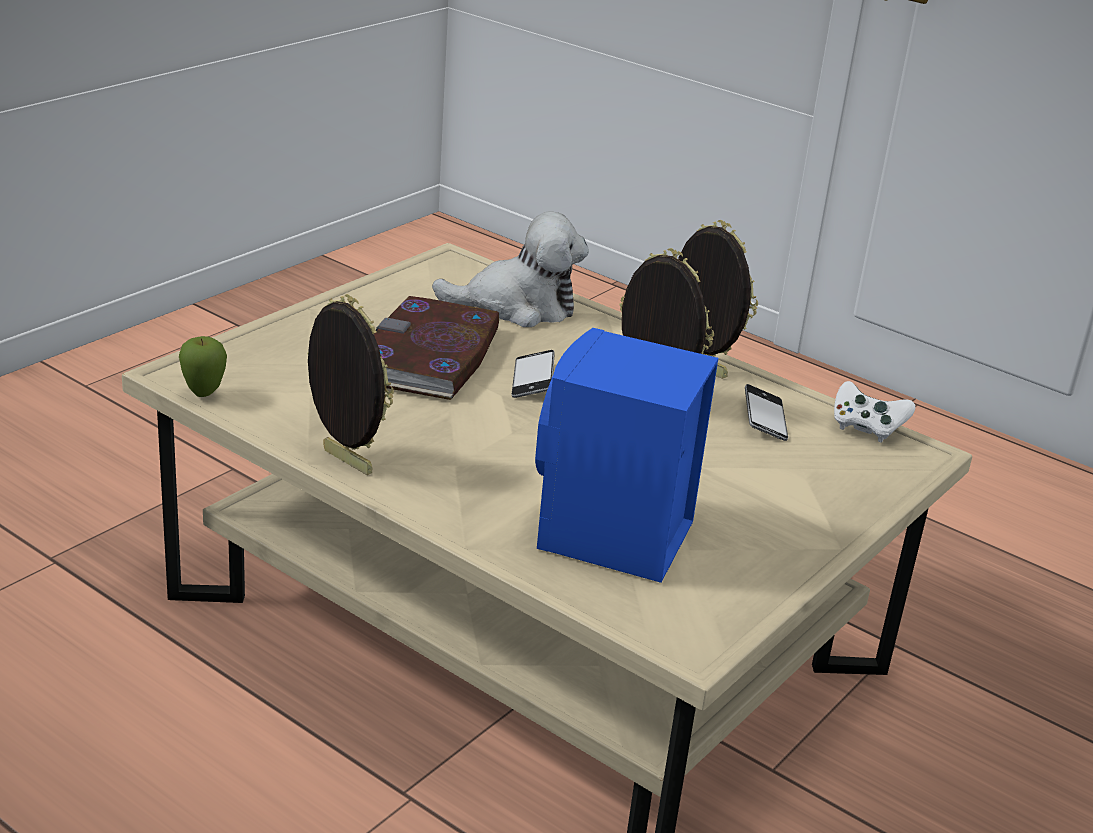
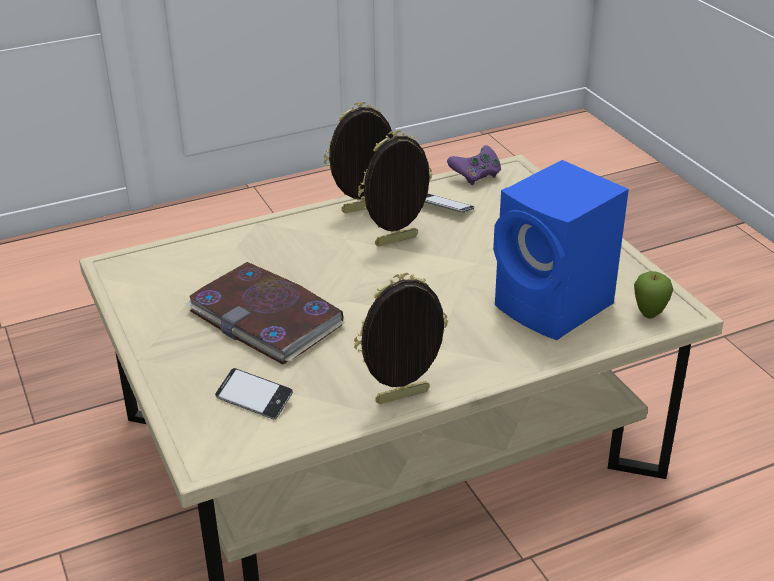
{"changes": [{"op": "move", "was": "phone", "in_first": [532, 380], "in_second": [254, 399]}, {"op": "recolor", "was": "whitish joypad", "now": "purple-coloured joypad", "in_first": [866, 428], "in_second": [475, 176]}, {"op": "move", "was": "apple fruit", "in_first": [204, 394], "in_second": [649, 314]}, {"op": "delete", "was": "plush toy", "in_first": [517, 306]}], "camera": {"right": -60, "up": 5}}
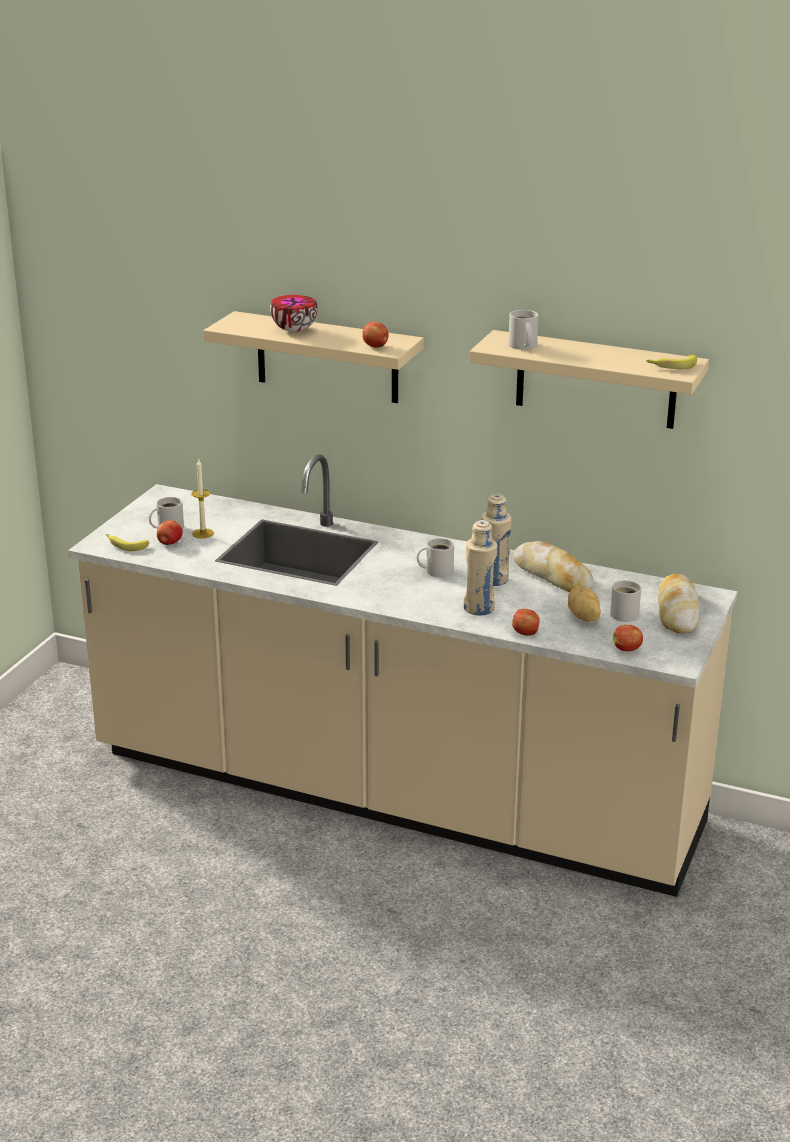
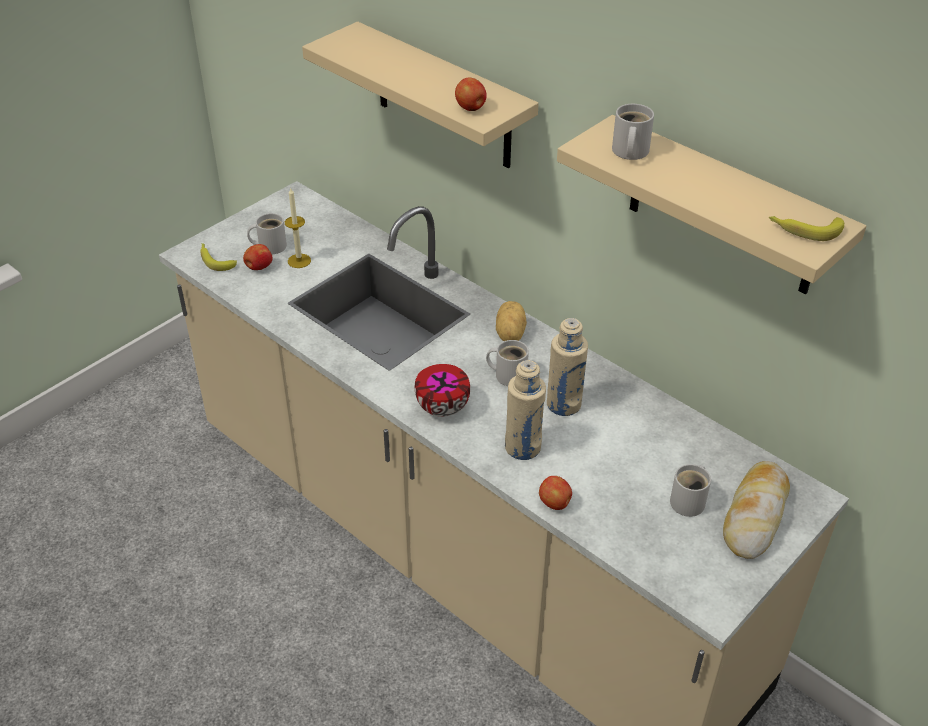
{"changes": [{"op": "move", "was": "serving bowl", "in_first": [294, 329], "in_second": [443, 406]}, {"op": "move", "was": "whole potato", "in_first": [583, 617], "in_second": [509, 334]}, {"op": "delete", "was": "bakery bread", "in_first": [552, 576]}, {"op": "delete", "was": "apple fruit", "in_first": [627, 649]}], "camera": {"right": 20, "up": 15}}
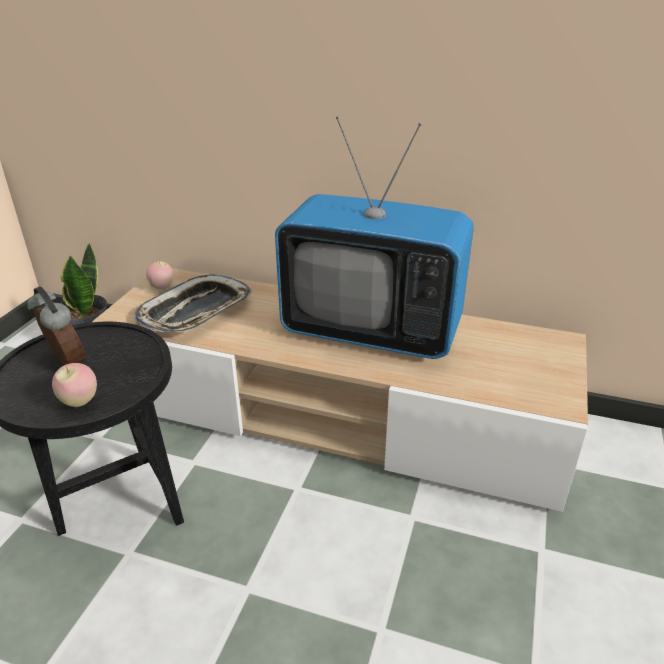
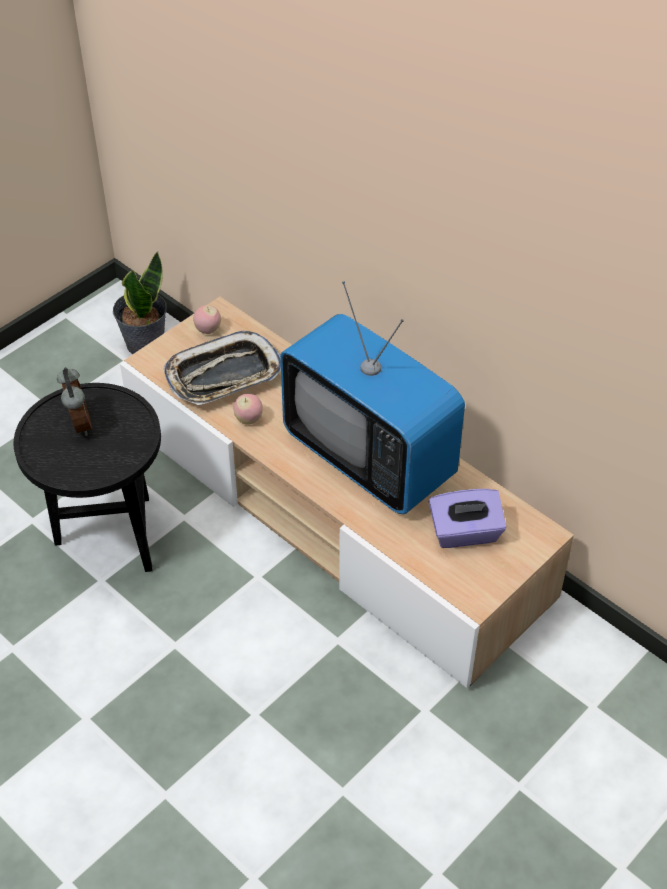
{"changes": [{"op": "move", "was": "apple fruit", "in_first": [80, 401], "in_second": [248, 419]}, {"op": "insert", "now": "purple-coloured tissue box", "in_second": [465, 533]}], "camera": {"right": 25, "up": 15}}
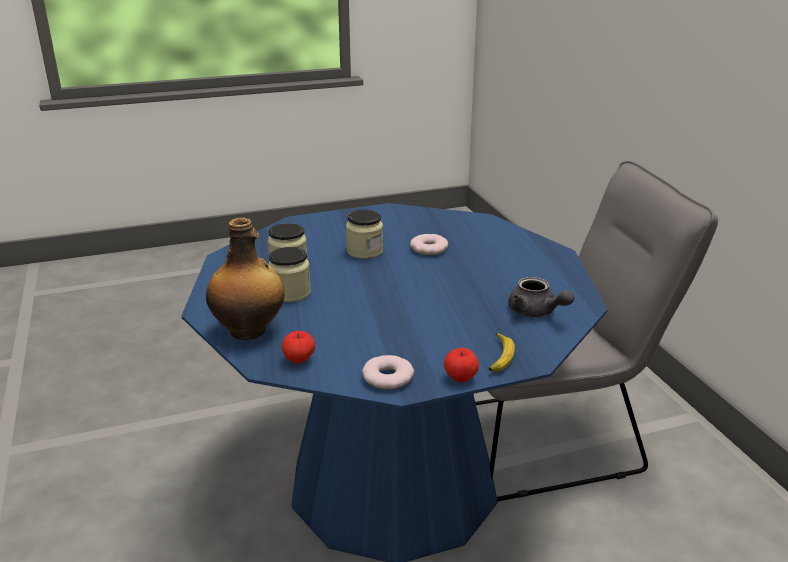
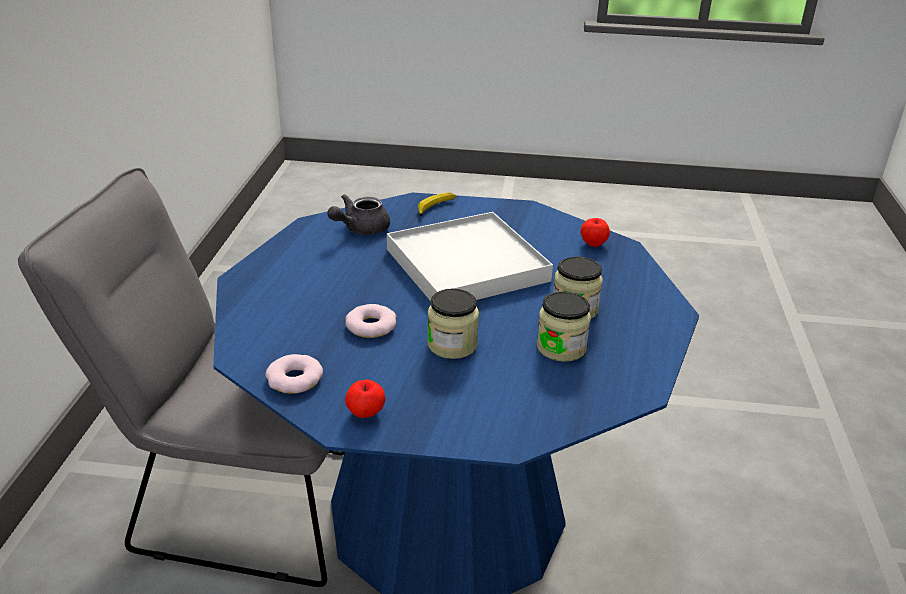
{"changes": [{"op": "move", "was": "doughnut", "in_first": [387, 377], "in_second": [295, 379]}, {"op": "rotate", "was": "grey pot for tea", "in_first": [536, 312], "in_second": [360, 229], "clockwise": -120}, {"op": "move", "was": "apple fruit", "in_first": [460, 378], "in_second": [365, 413]}, {"op": "insert", "now": "whitish serving tray", "in_second": [467, 265]}, {"op": "delete", "was": "bottle", "in_first": [249, 331]}], "camera": {"right": -155, "up": 5}}
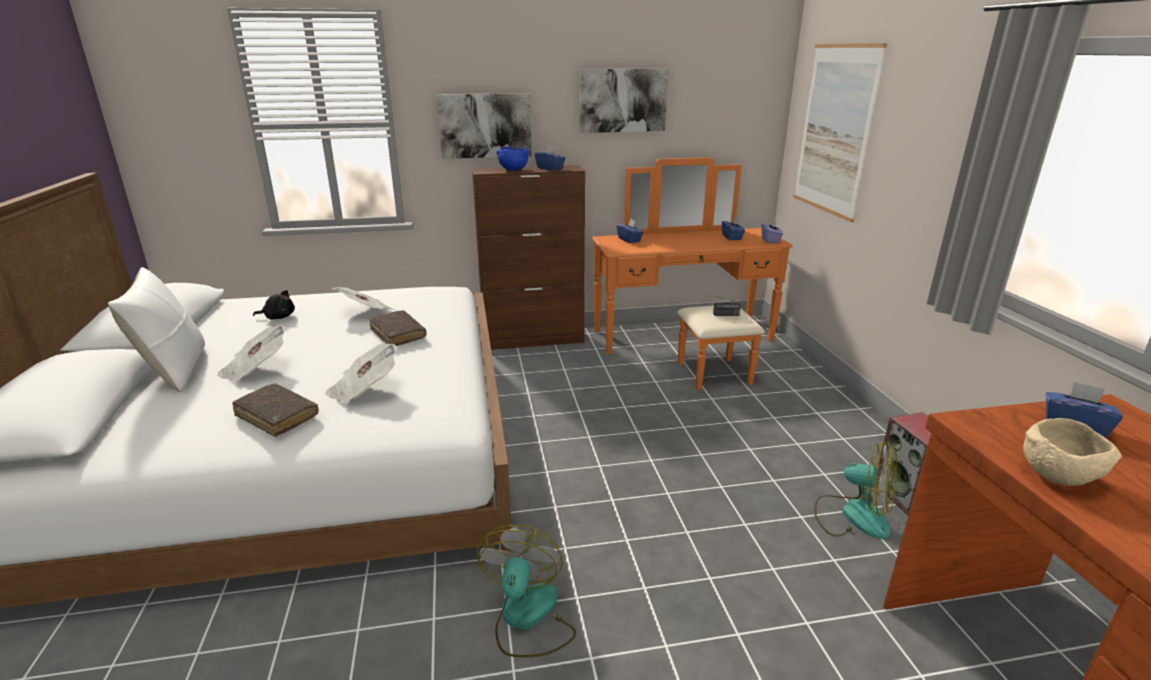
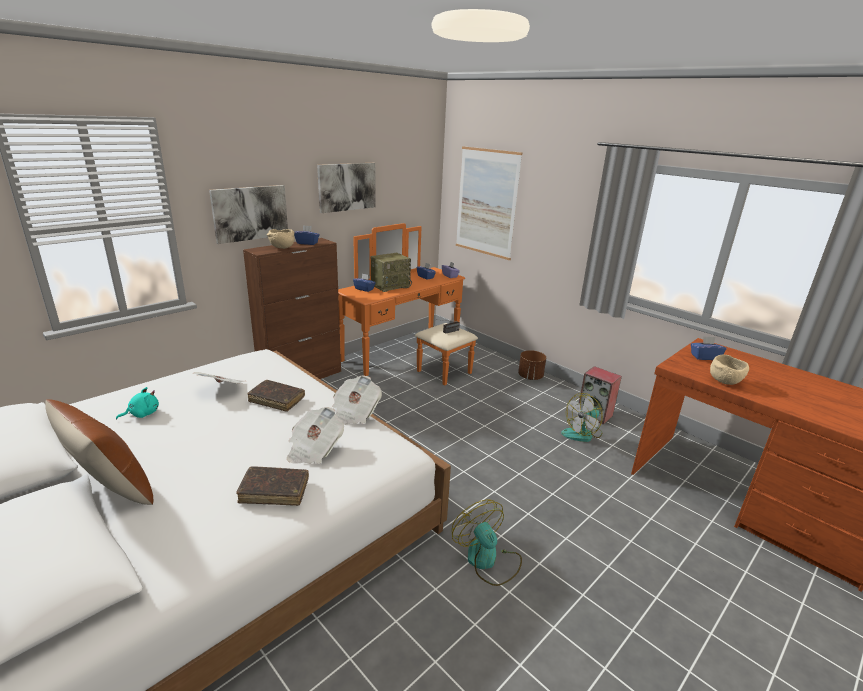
{"changes": [{"op": "recolor", "was": "whitish pillow", "now": "brownish pillow", "in_first": [175, 371], "in_second": [112, 490]}, {"op": "recolor", "was": "black-coloured plush toy", "now": "turquoise plush toy", "in_first": [278, 317], "in_second": [142, 414]}, {"op": "recolor", "was": "bluish serving bowl", "now": "beige-coloured serving bowl", "in_first": [513, 170], "in_second": [282, 248]}, {"op": "move", "was": "printed paper", "in_first": [255, 370], "in_second": [355, 413]}, {"op": "insert", "now": "radio", "in_second": [390, 286]}, {"op": "insert", "now": "brownish planter", "in_second": [530, 377]}, {"op": "rotate", "was": "cooling fan", "in_first": [853, 515], "in_second": [582, 433], "clockwise": 150}], "camera": {"right": -35, "up": 0}}
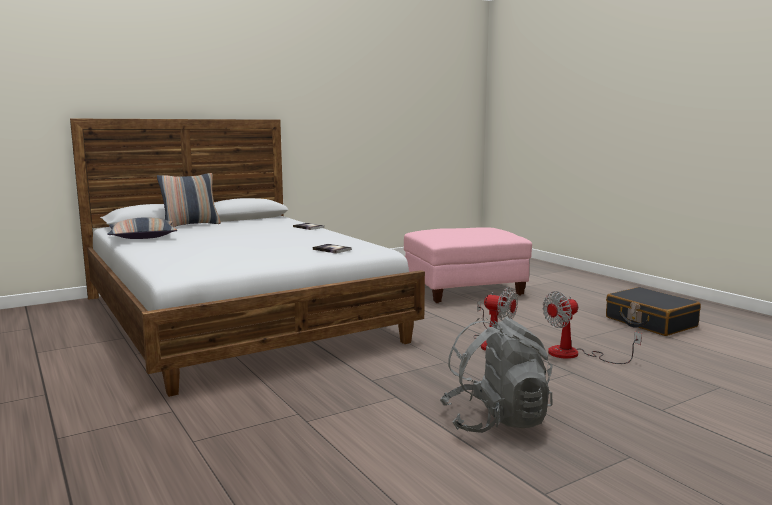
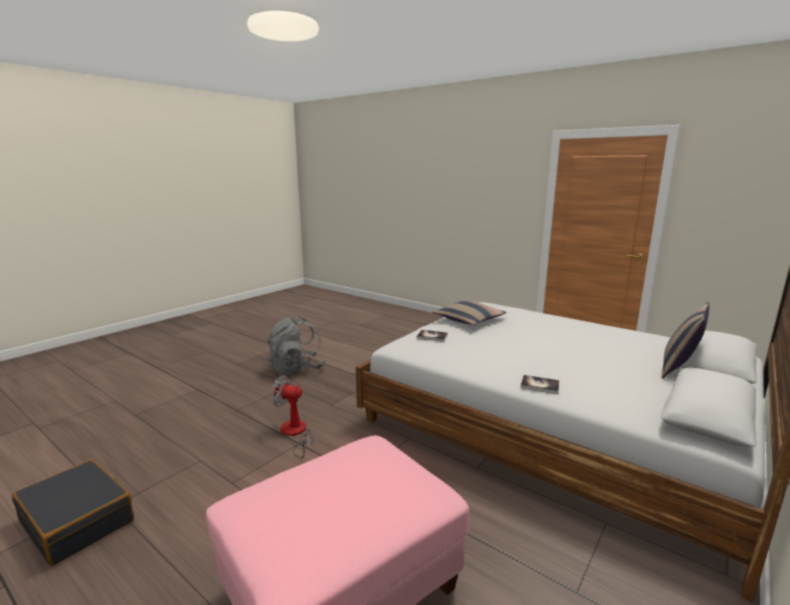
{"changes": [{"op": "move", "was": "pillow", "in_first": [142, 237], "in_second": [469, 320]}, {"op": "delete", "was": "cooling fan", "in_first": [575, 354]}], "camera": {"right": 160, "up": 5}}
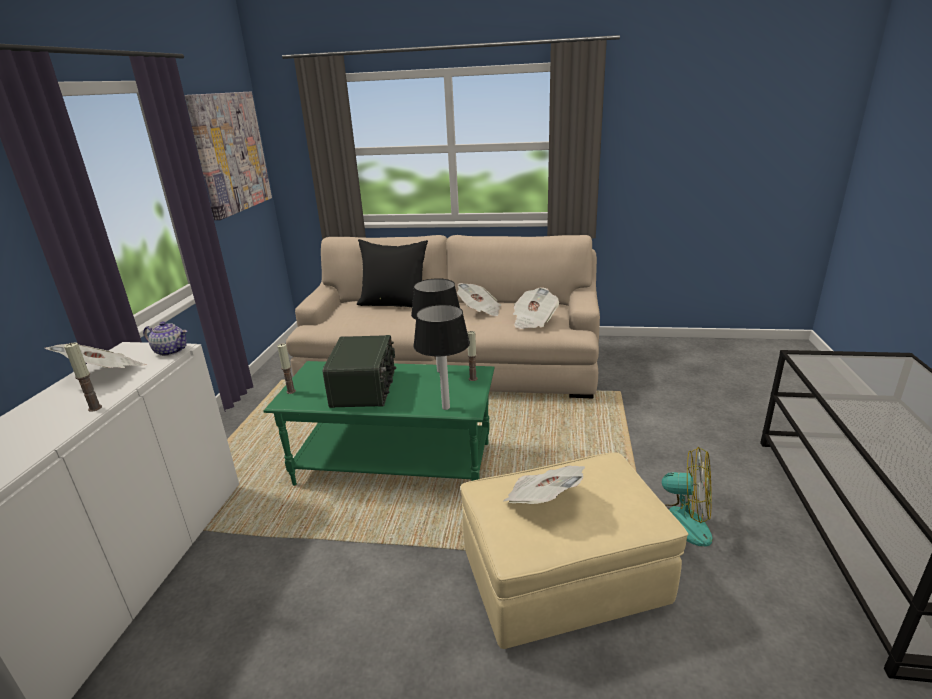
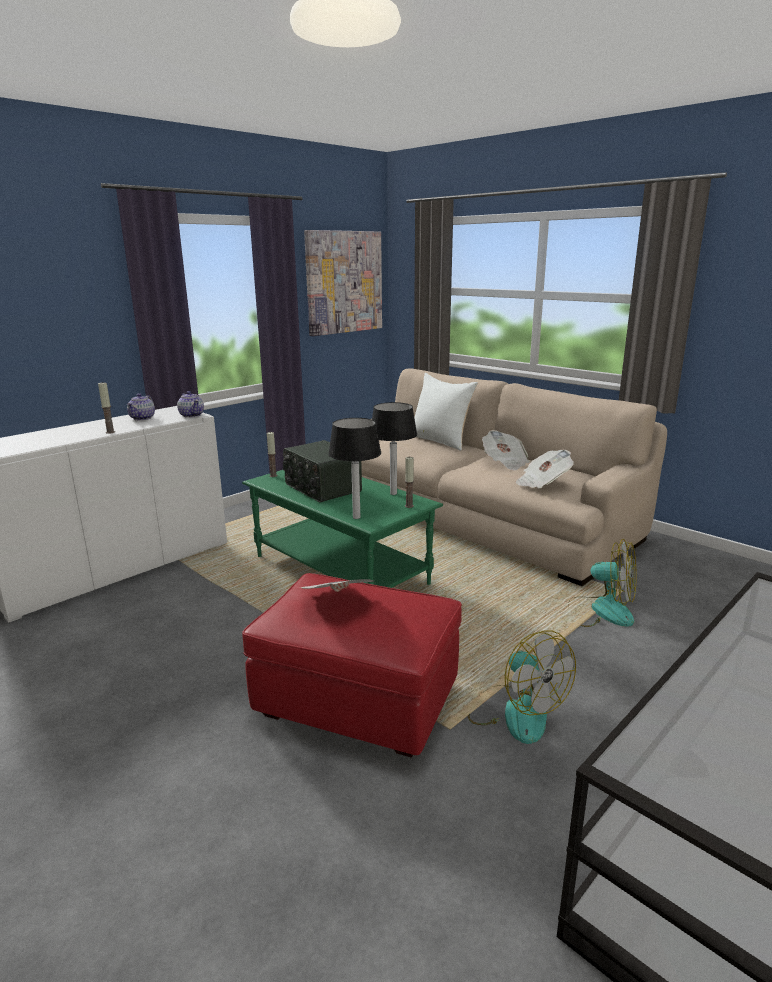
{"changes": [{"op": "replace", "was": "printed paper", "now": "pot for tea", "in_first": [105, 373], "in_second": [143, 418]}, {"op": "recolor", "was": "beige-coloured pouffe", "now": "red pouffe", "in_first": [563, 582], "in_second": [357, 701]}, {"op": "rotate", "was": "radio", "in_first": [365, 389], "in_second": [321, 488], "clockwise": 105}, {"op": "recolor", "was": "black-coloured pillow", "now": "whitish pillow", "in_first": [395, 303], "in_second": [441, 441]}, {"op": "insert", "now": "cooling fan", "in_second": [601, 611]}], "camera": {"right": 35, "up": -5}}
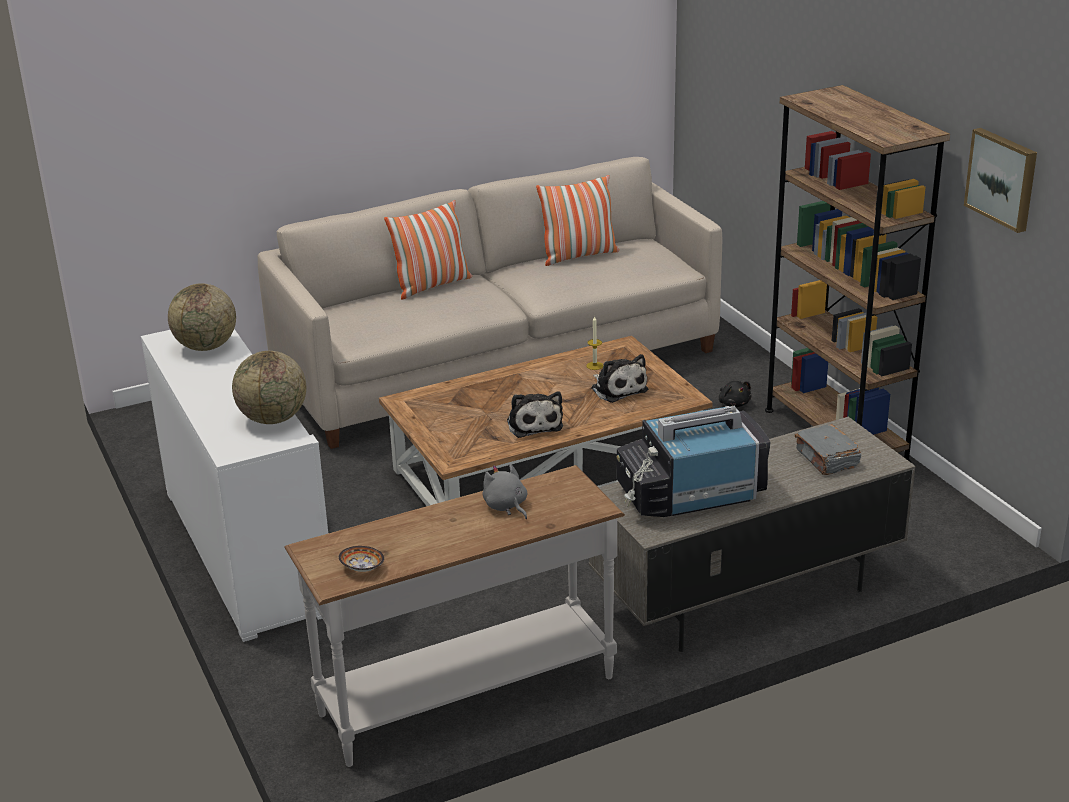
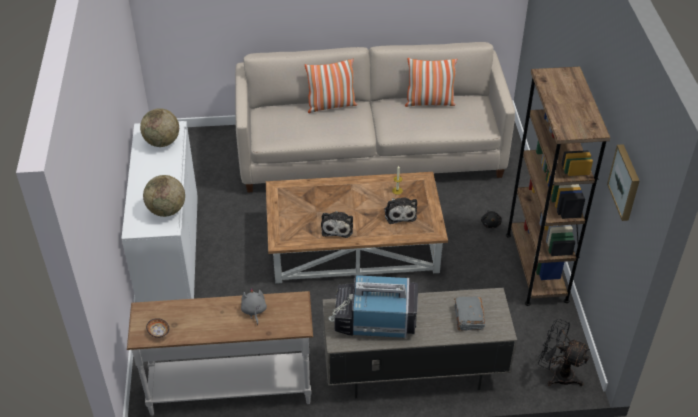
{"changes": [{"op": "insert", "now": "black-coloured cooling fan", "in_second": [557, 374]}], "camera": {"right": 20, "up": 15}}
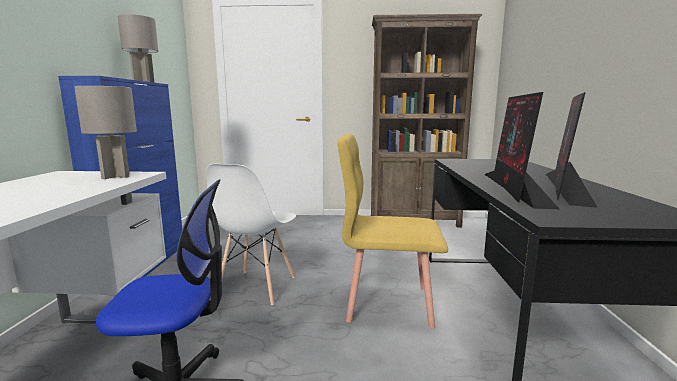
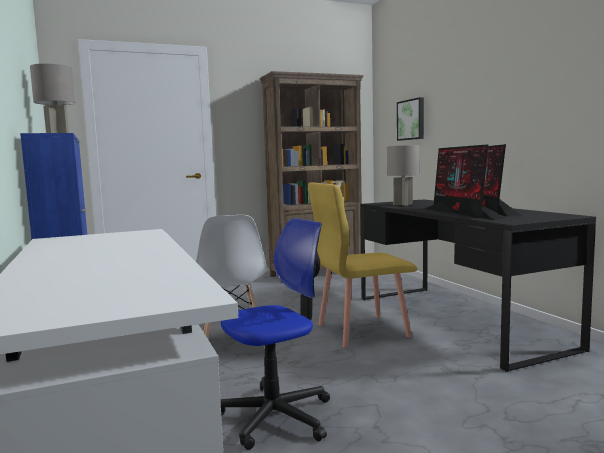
{"changes": [{"op": "move", "was": "grey table lamp", "in_first": [115, 176], "in_second": [402, 204]}, {"op": "insert", "now": "picture", "in_second": [411, 119]}], "camera": {"right": -25, "up": -5}}
